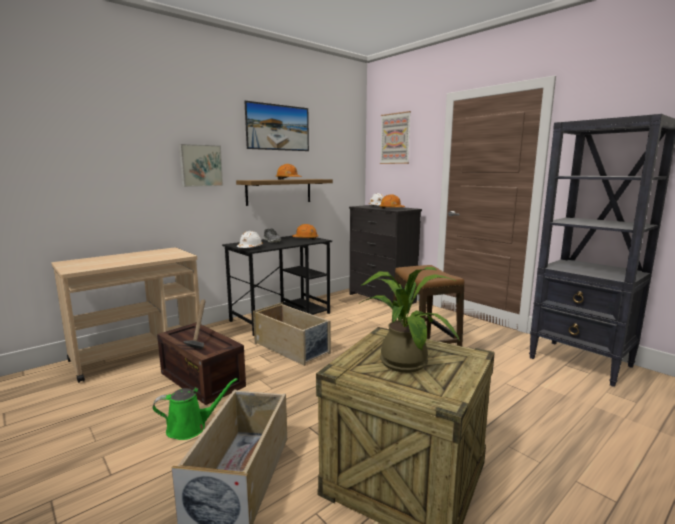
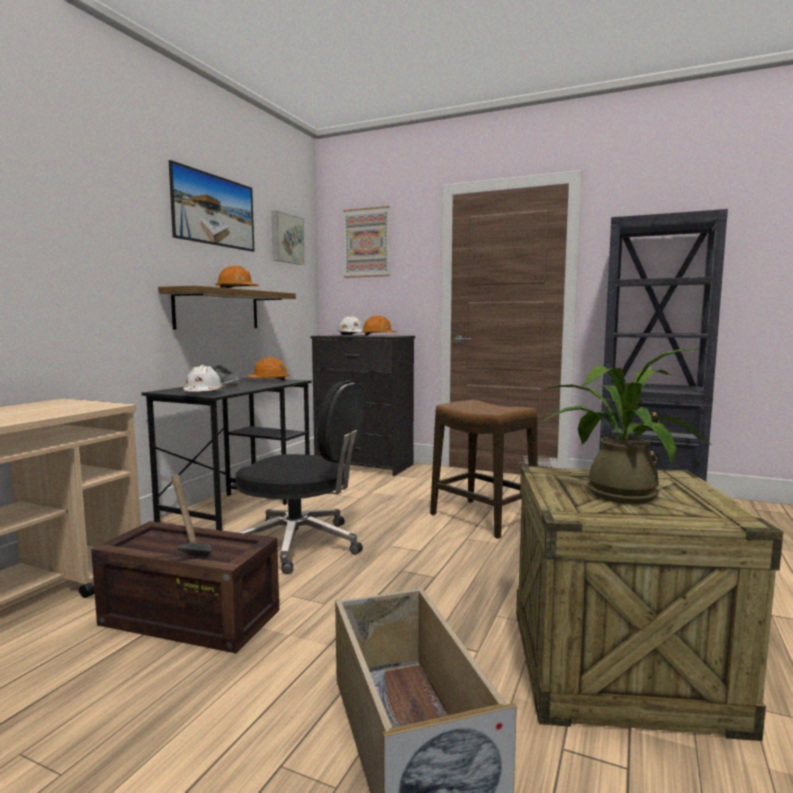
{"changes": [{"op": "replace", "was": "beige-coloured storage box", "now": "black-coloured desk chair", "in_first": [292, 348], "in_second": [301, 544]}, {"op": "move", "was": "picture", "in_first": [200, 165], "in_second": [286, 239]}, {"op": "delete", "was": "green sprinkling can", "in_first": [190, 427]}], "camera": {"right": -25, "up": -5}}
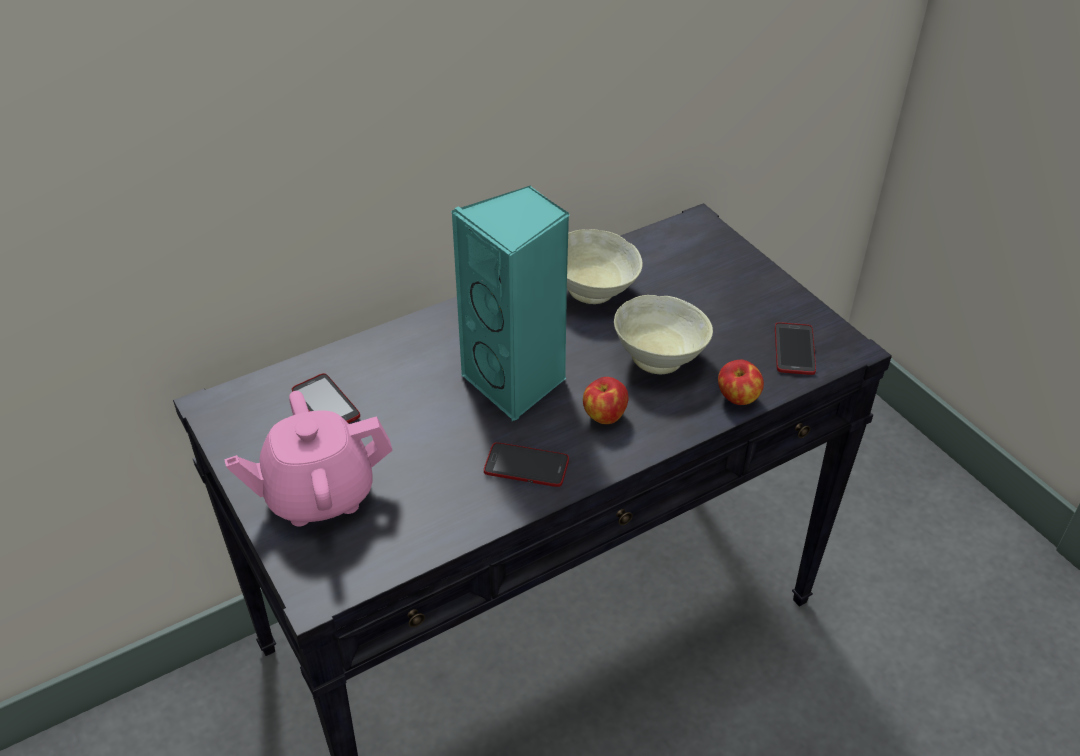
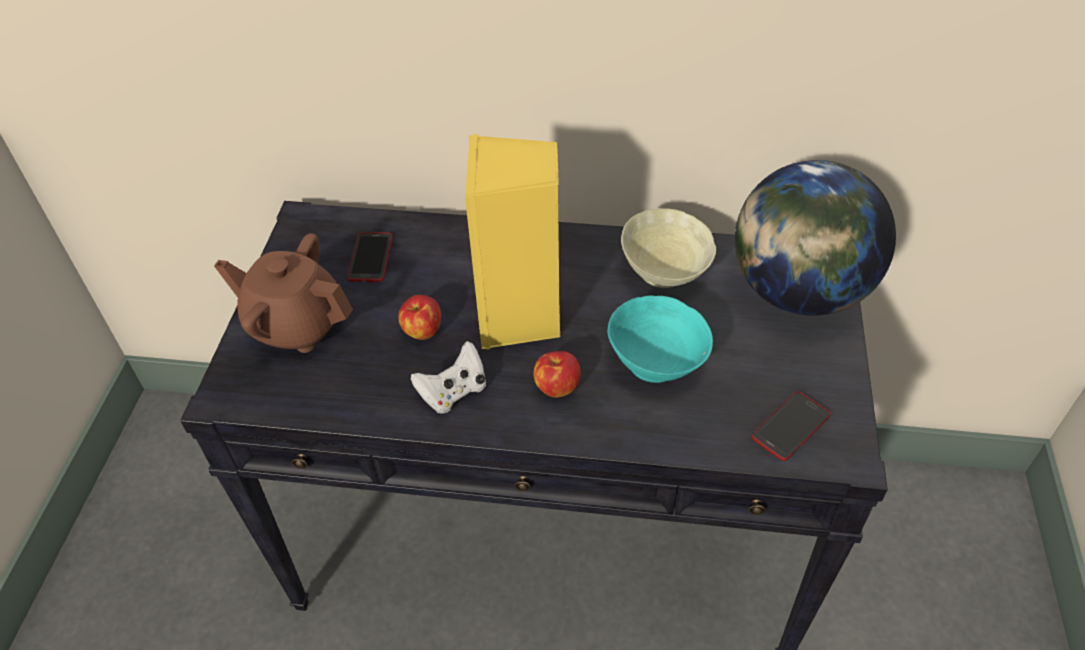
{"changes": [{"op": "recolor", "was": "pinkish pot for tea", "now": "brownish pot for tea", "in_first": [318, 494], "in_second": [296, 325]}, {"op": "move", "was": "apple fruit", "in_first": [737, 398], "in_second": [422, 331]}, {"op": "replace", "was": "phone", "now": "whitish joypad", "in_first": [526, 466], "in_second": [453, 392]}, {"op": "recolor", "was": "turquoise audio speaker", "now": "yellow-coloured audio speaker", "in_first": [517, 382], "in_second": [520, 319]}, {"op": "recolor", "was": "beige-coloured serving bowl", "now": "turquoise serving bowl", "in_first": [661, 359], "in_second": [657, 365]}, {"op": "insert", "now": "desk globe", "in_second": [798, 291]}], "camera": {"right": 40, "up": 5}}
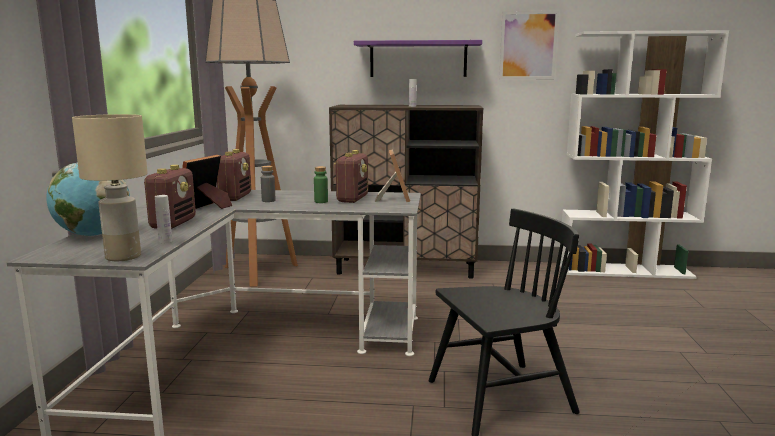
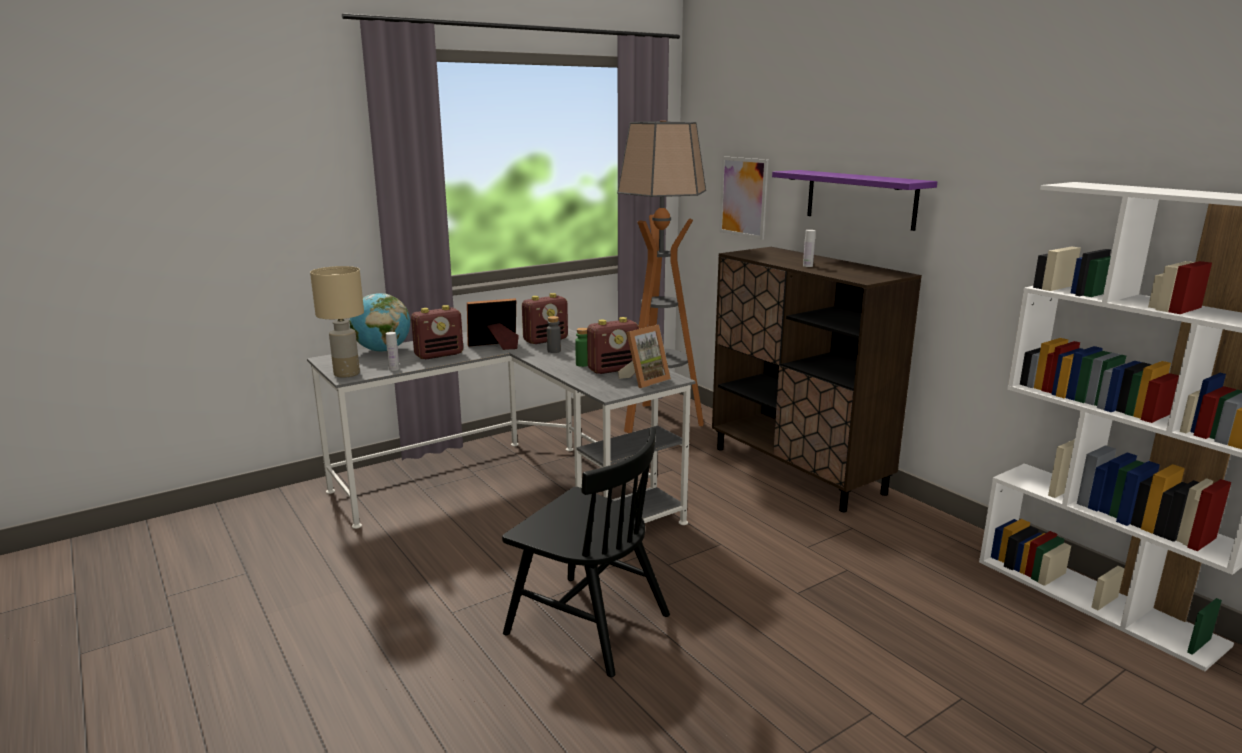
{"changes": [{"op": "move", "was": "picture", "in_first": [528, 45], "in_second": [743, 197]}], "camera": {"right": 50, "up": 5}}
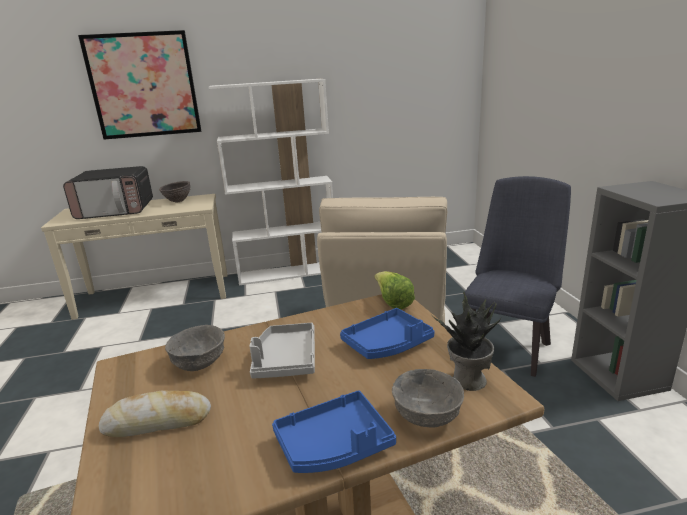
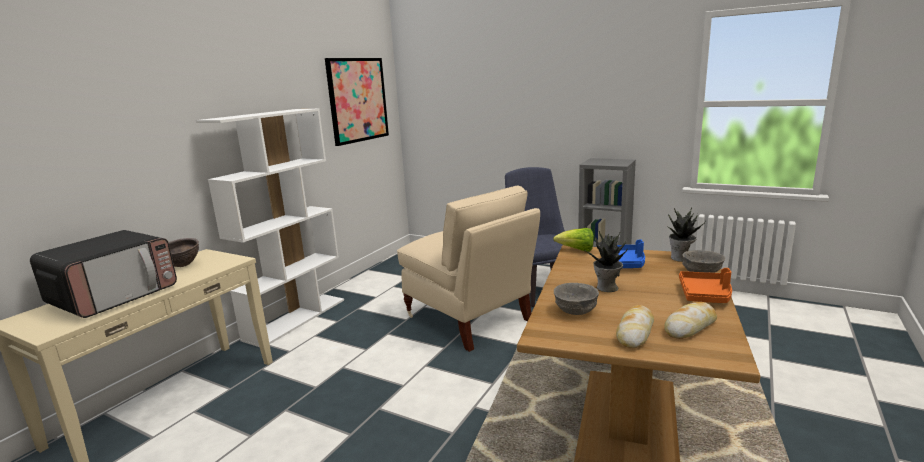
{"changes": [{"op": "move", "was": "picture", "in_first": [143, 85], "in_second": [358, 100]}, {"op": "replace", "was": "grey serving tray", "now": "potted plant", "in_first": [285, 360], "in_second": [607, 288]}, {"op": "insert", "now": "bakery bread", "in_second": [690, 326]}, {"op": "recolor", "was": "bluish serving tray", "now": "orange serving tray", "in_first": [334, 445], "in_second": [705, 295]}], "camera": {"right": -50, "up": -5}}
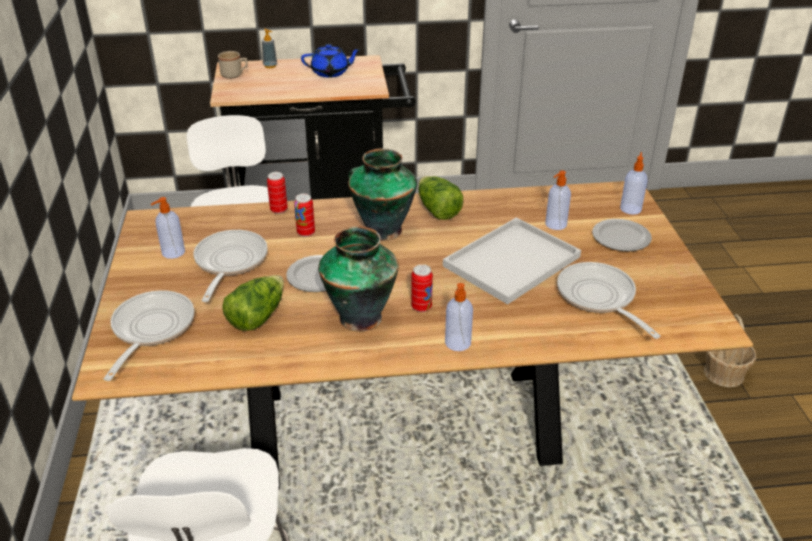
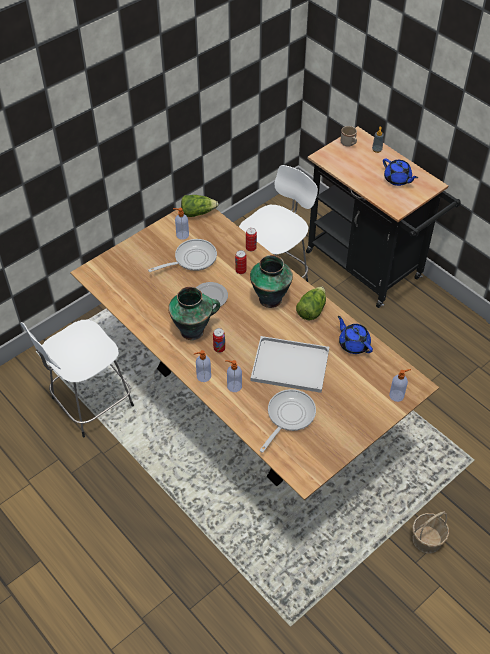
{"changes": [{"op": "move", "was": "head of lettuce", "in_first": [257, 316], "in_second": [197, 212]}, {"op": "move", "was": "soap bottle", "in_first": [555, 224], "in_second": [233, 386]}, {"op": "insert", "now": "bluish pot for tea", "in_second": [353, 344]}, {"op": "delete", "was": "pan", "in_first": [150, 330]}, {"op": "delete", "was": "plate", "in_first": [621, 238]}], "camera": {"right": 55, "up": 15}}
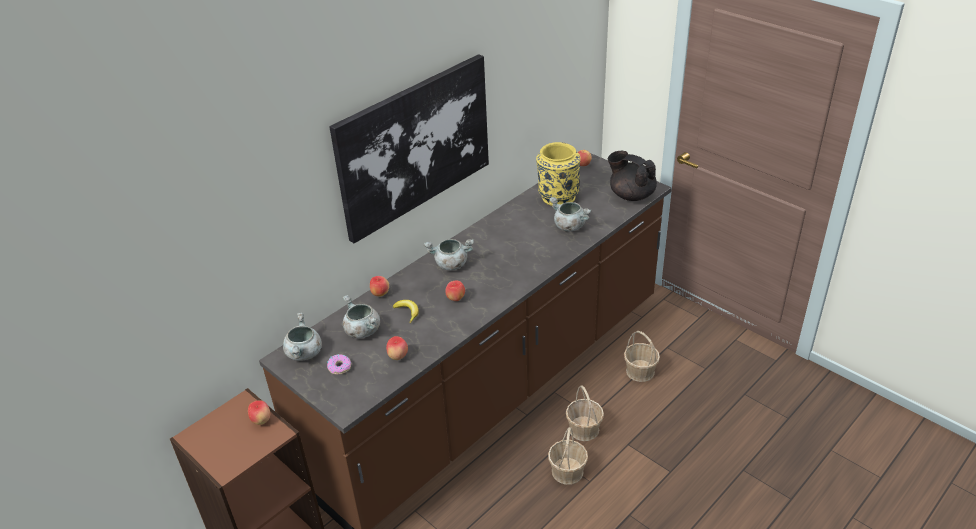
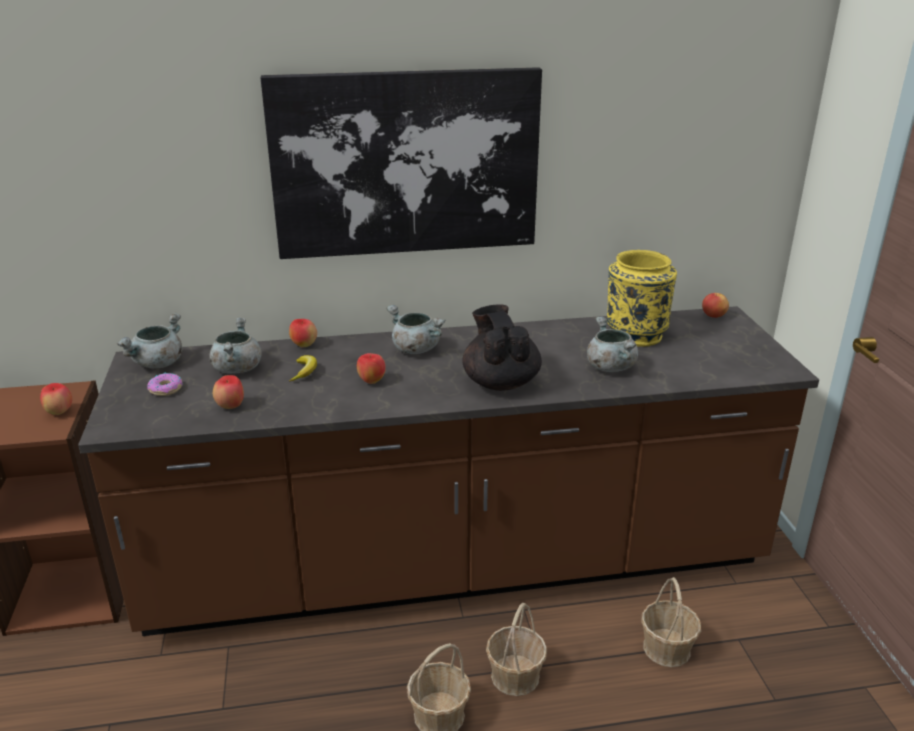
{"changes": [{"op": "move", "was": "black-coloured pot for tea", "in_first": [631, 195], "in_second": [500, 382]}], "camera": {"right": 35, "up": -10}}
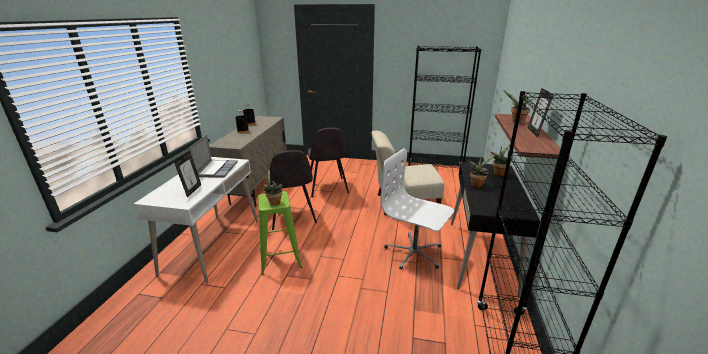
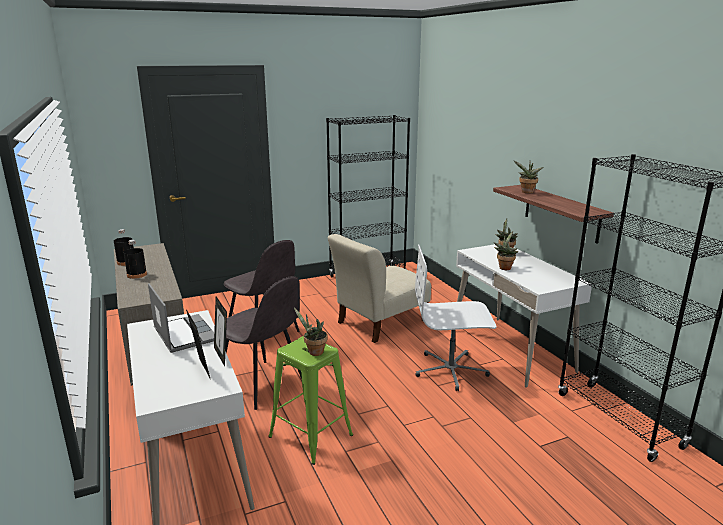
{"changes": [{"op": "move", "was": "picture frame", "in_first": [535, 132], "in_second": [222, 356]}, {"op": "recolor", "was": "black-coloured desk unit", "now": "whitish desk unit", "in_first": [481, 256], "in_second": [510, 349]}], "camera": {"right": -35, "up": -5}}
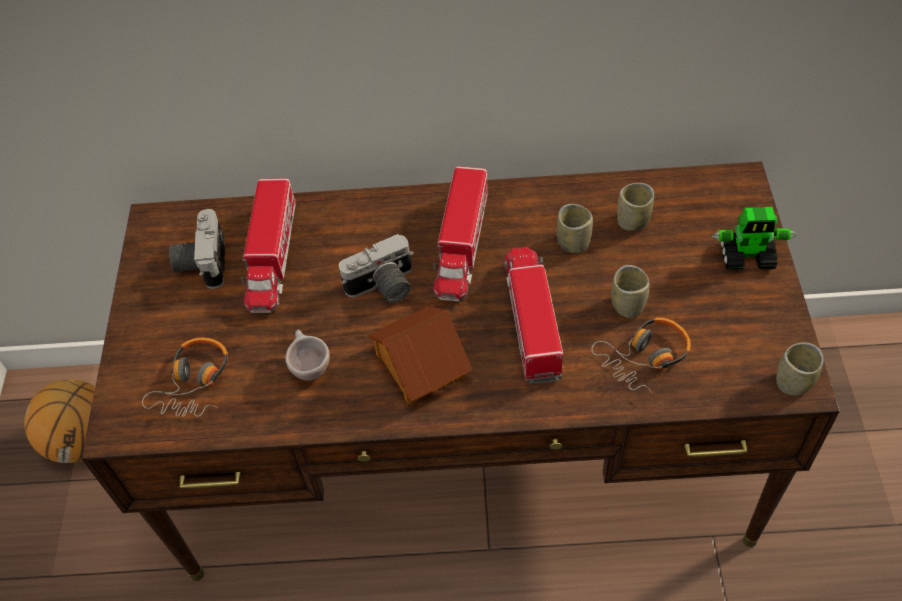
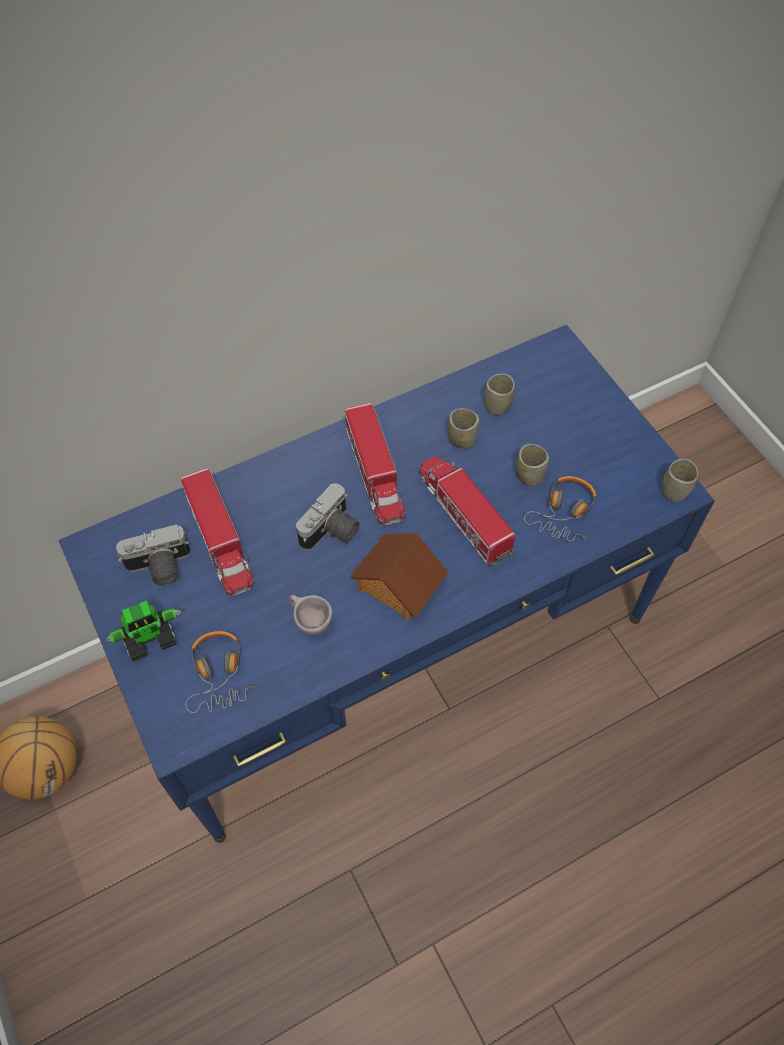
{"changes": [{"op": "recolor", "was": "brownish desk unit", "now": "bluish desk unit", "in_first": [465, 452], "in_second": [391, 639]}, {"op": "move", "was": "robot figure", "in_first": [747, 256], "in_second": [150, 638]}, {"op": "rotate", "was": "still camera", "in_first": [202, 262], "in_second": [159, 568], "clockwise": -75}], "camera": {"right": -30, "up": 5}}
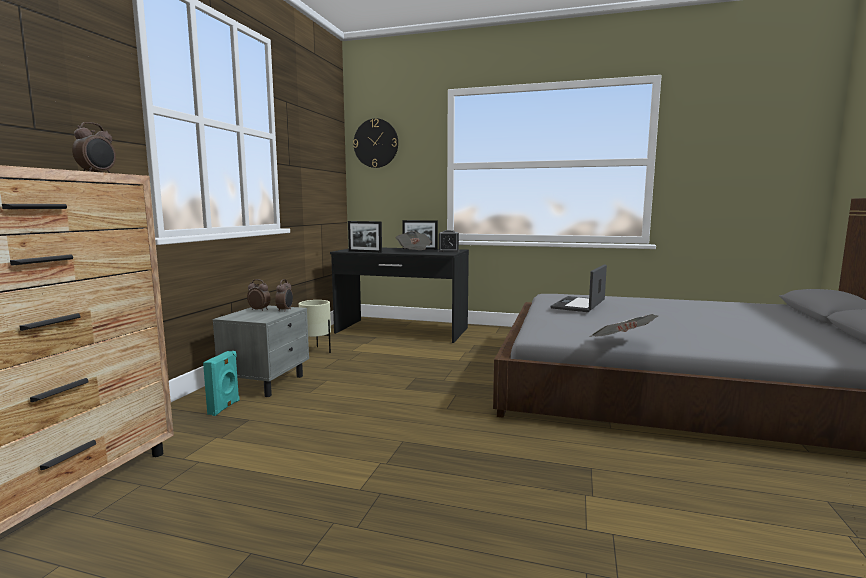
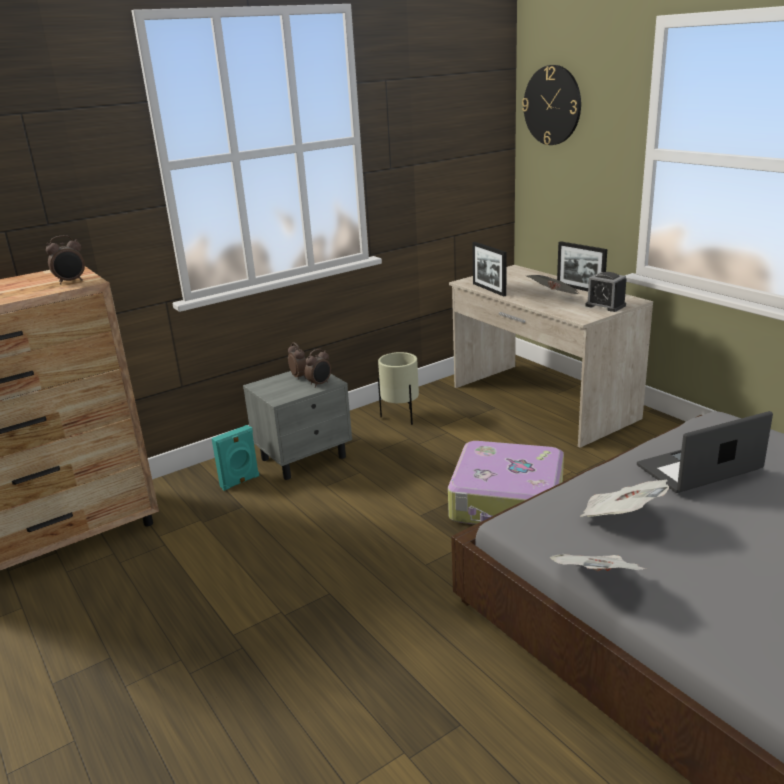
{"changes": [{"op": "insert", "now": "piece of luggage", "in_second": [508, 501]}, {"op": "recolor", "was": "black-coloured desk unit", "now": "beige-coloured desk unit", "in_first": [401, 330], "in_second": [541, 402]}, {"op": "insert", "now": "printed paper", "in_second": [621, 517]}], "camera": {"right": 40, "up": 15}}
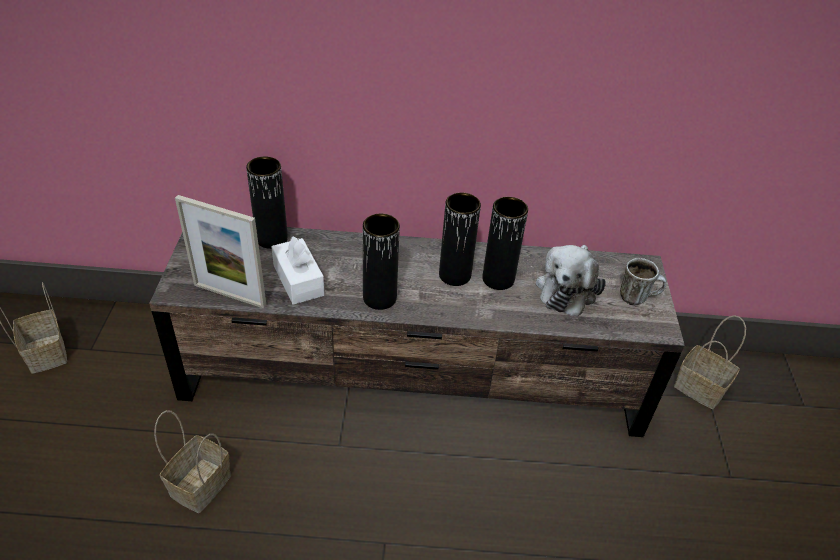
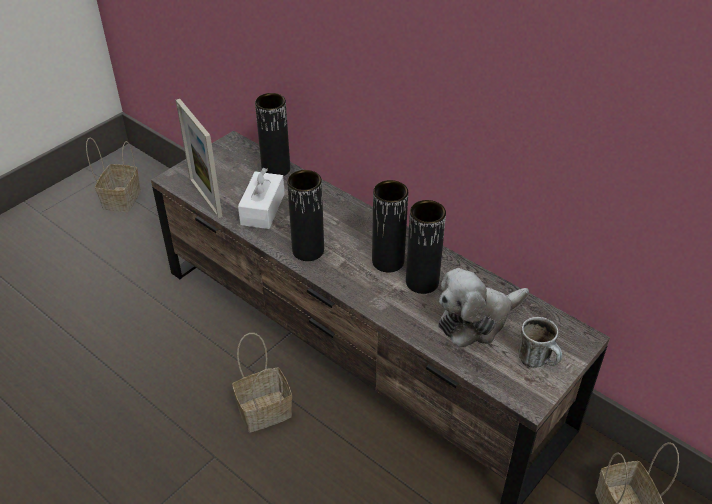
{"changes": [{"op": "move", "was": "household basket", "in_first": [201, 483], "in_second": [266, 410]}], "camera": {"right": 40, "up": 0}}
